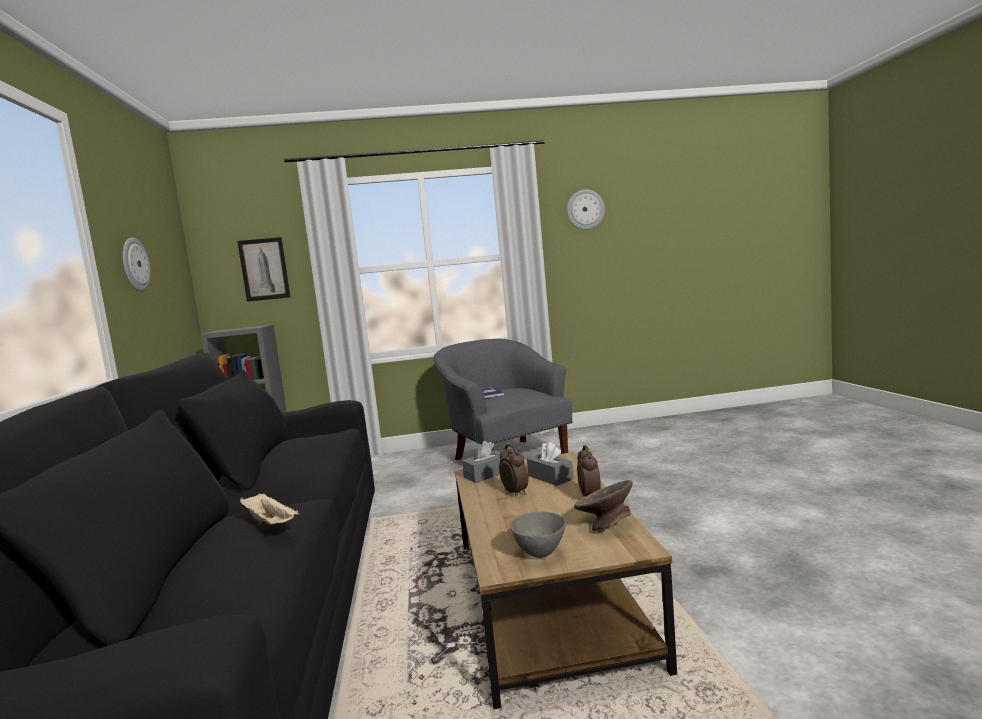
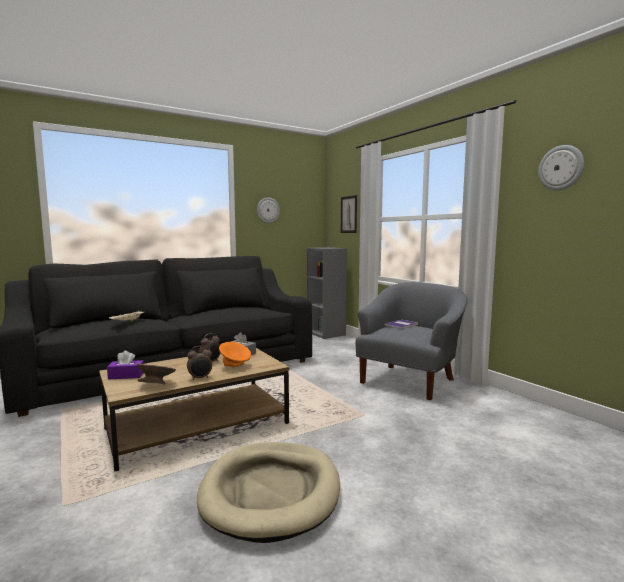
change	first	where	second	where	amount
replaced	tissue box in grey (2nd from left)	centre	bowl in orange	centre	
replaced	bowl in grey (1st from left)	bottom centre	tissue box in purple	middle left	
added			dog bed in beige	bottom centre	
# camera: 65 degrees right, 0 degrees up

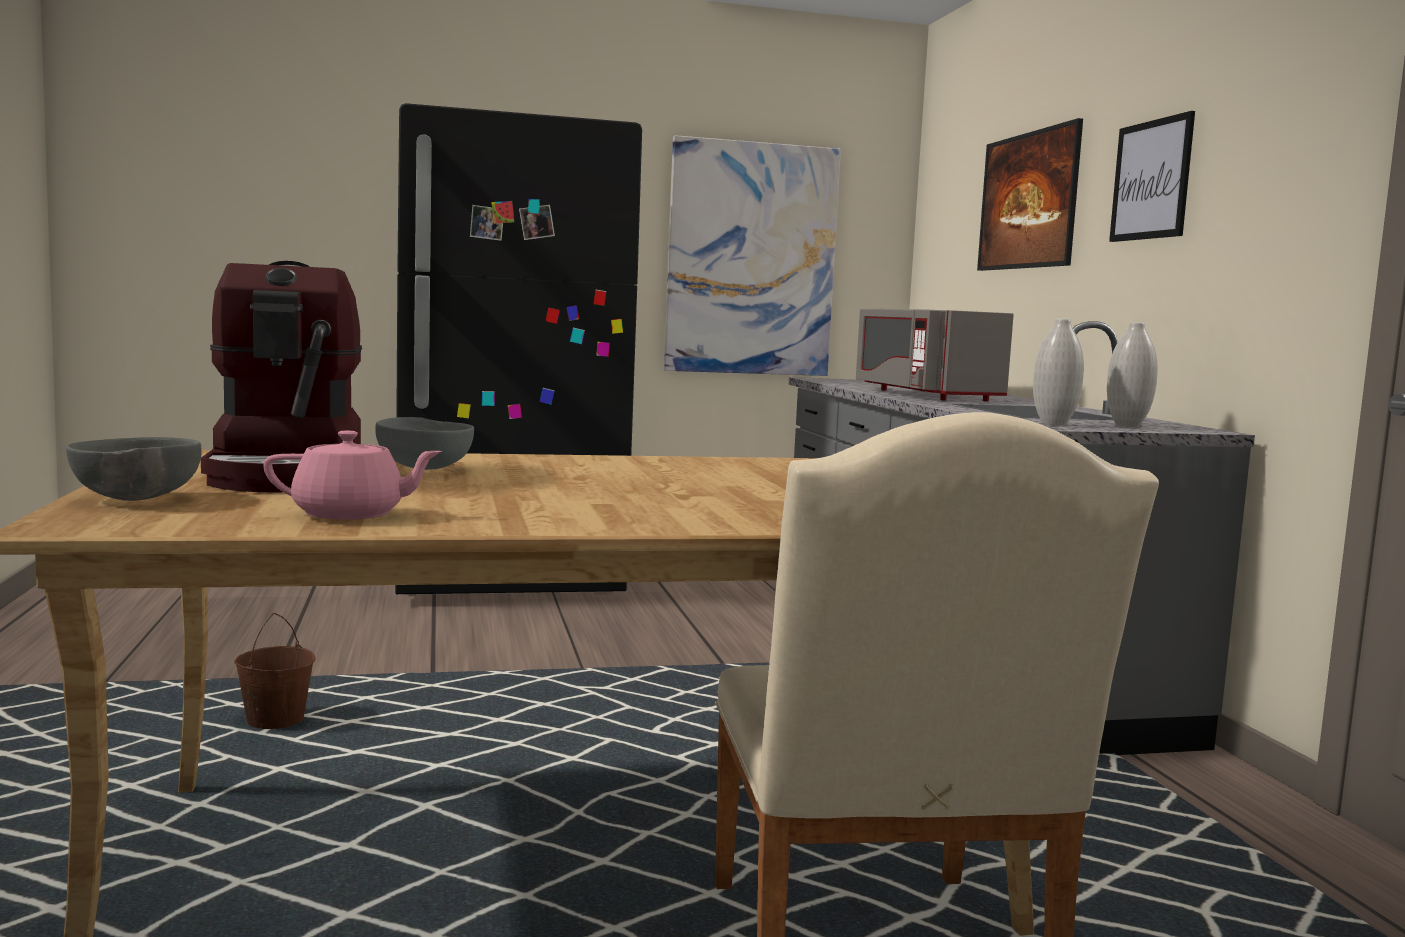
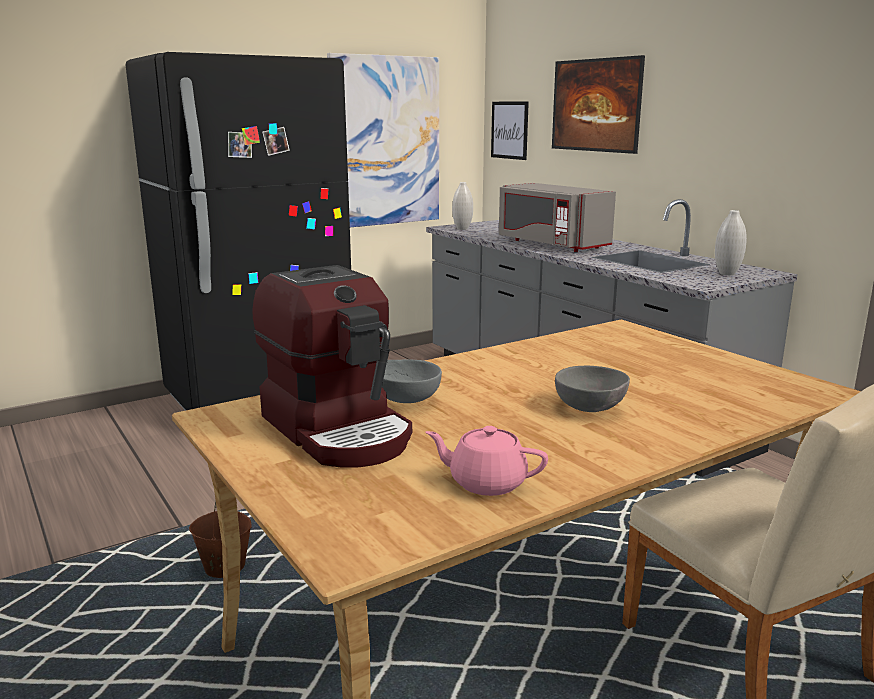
change	first	where	second	where	amount
moved	picture (3rd from left in the first image)	top right	picture (2nd from left)	top centre	
moved	vase in white (1st from left)	middle right		top centre	
turned	teapot in pink	middle left		centre	135 degrees counterclockwise
moved	bowl in grey (1st from left in the first image)	middle left	bowl in grey (2nd from left)	middle right	
# camera: 20 degrees left, 10 degrees up

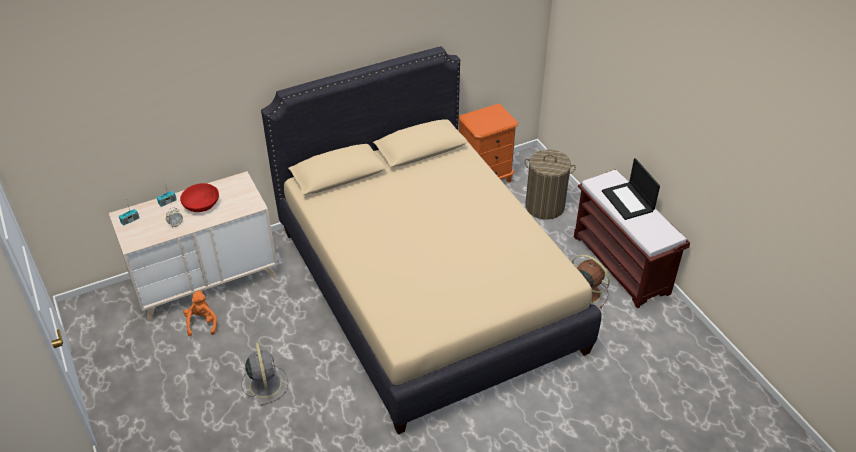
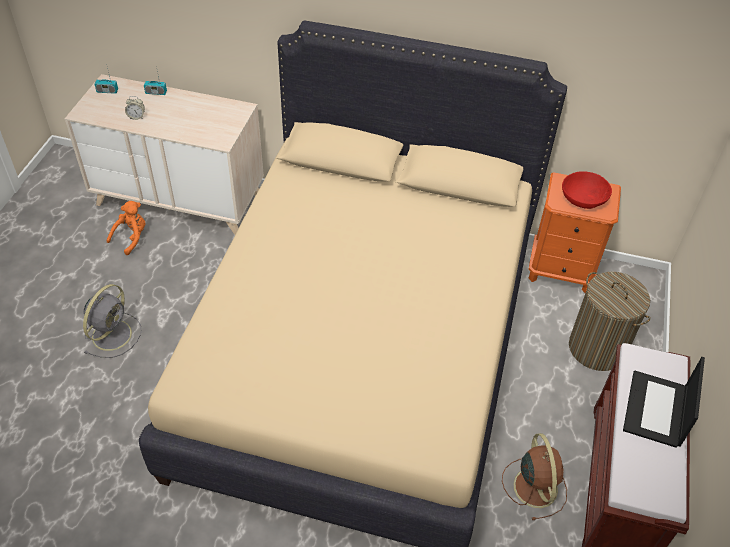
change	first	where	second	where	amount
moved	bowl in red	middle left		middle right	
# camera: 40 degrees right, 5 degrees up

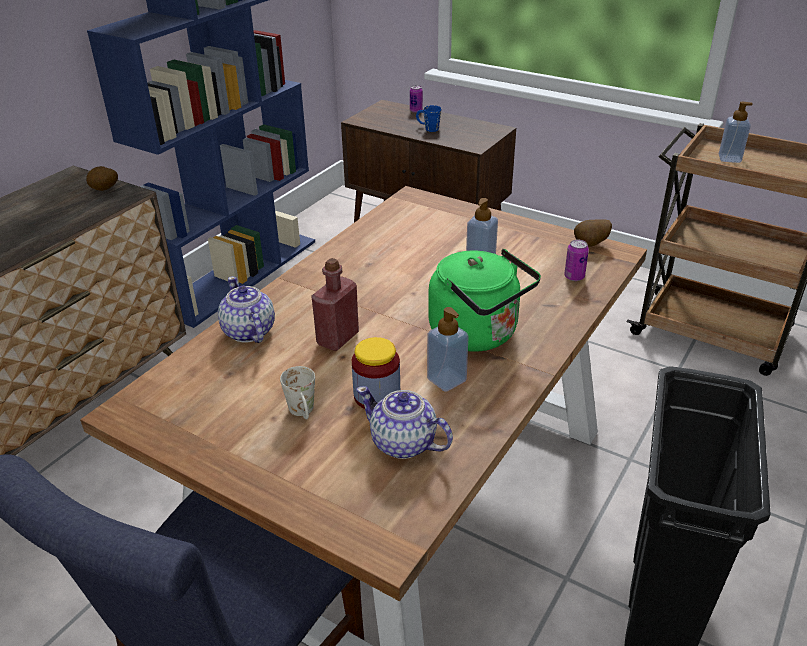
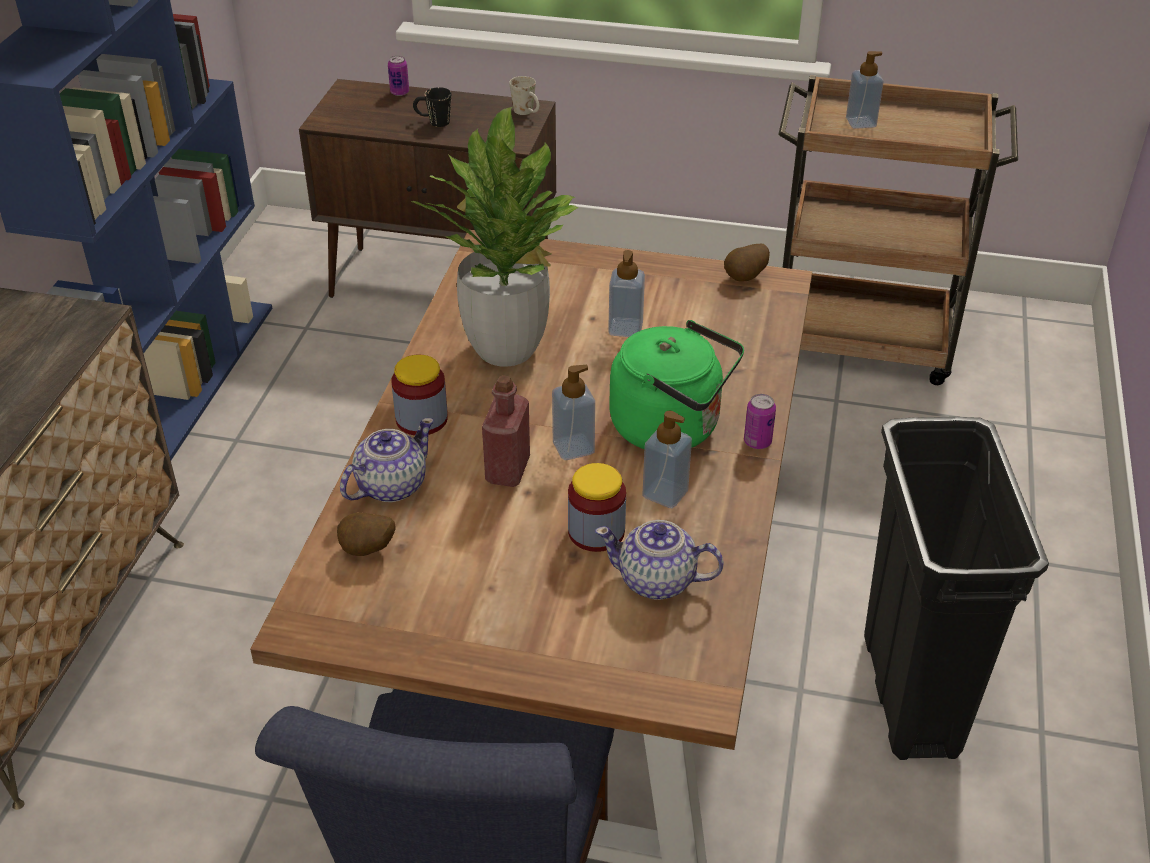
change	first	where	second	where	amount
recoloured	mug in blue	top centre	mug in black	top centre	
moved	potato (1st from left)	top left		middle left	
moved	can (2nd from left)	middle right		centre	
turned	teapot (1st from left)	middle left		centre	90 degrees clockwise
moved	mug in white	centre		top centre	
added			potted plant	top centre	
added			jar (1st from left)	centre	
added			soap dispenser (1st from left)	centre	
# camera: 20 degrees left, 5 degrees up

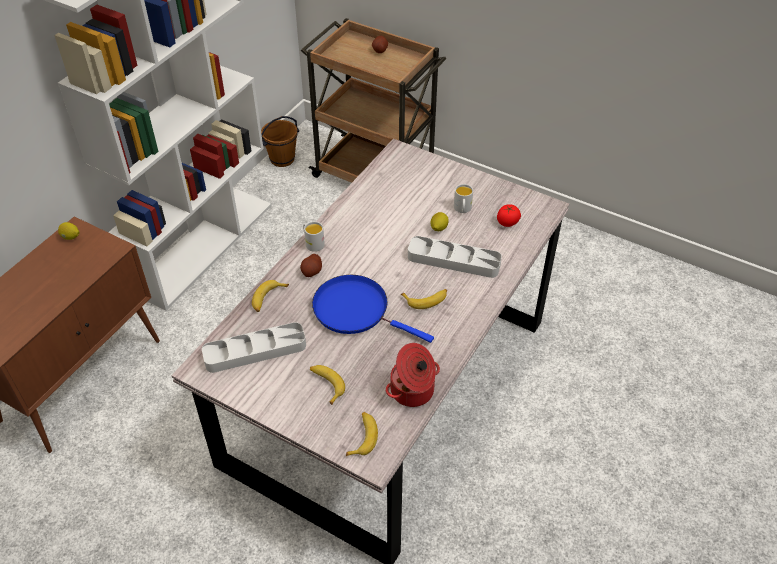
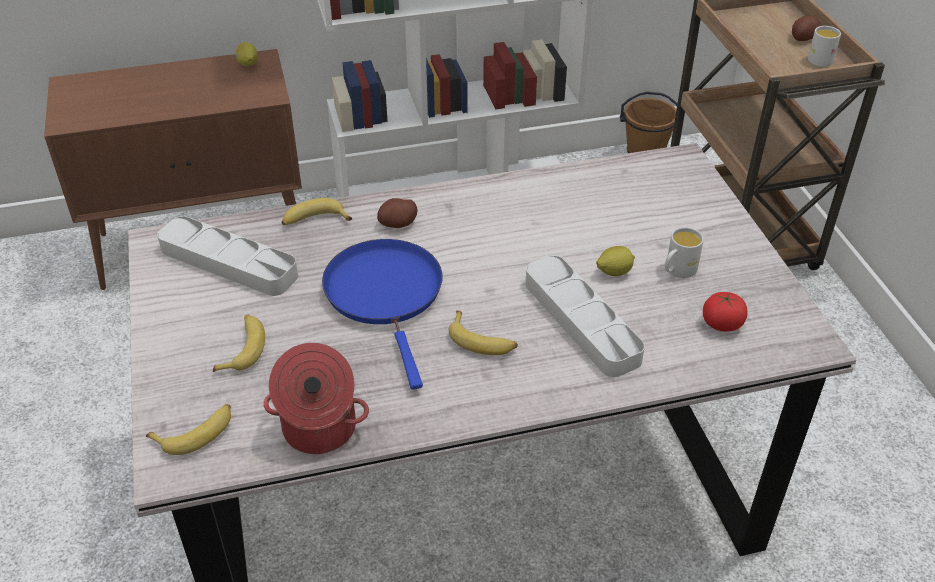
change	first	where	second	where	amount
moved	mug in white (1st from left in the first image)	centre	mug in white (2nd from left)	top right	
# camera: 45 degrees right, 5 degrees down

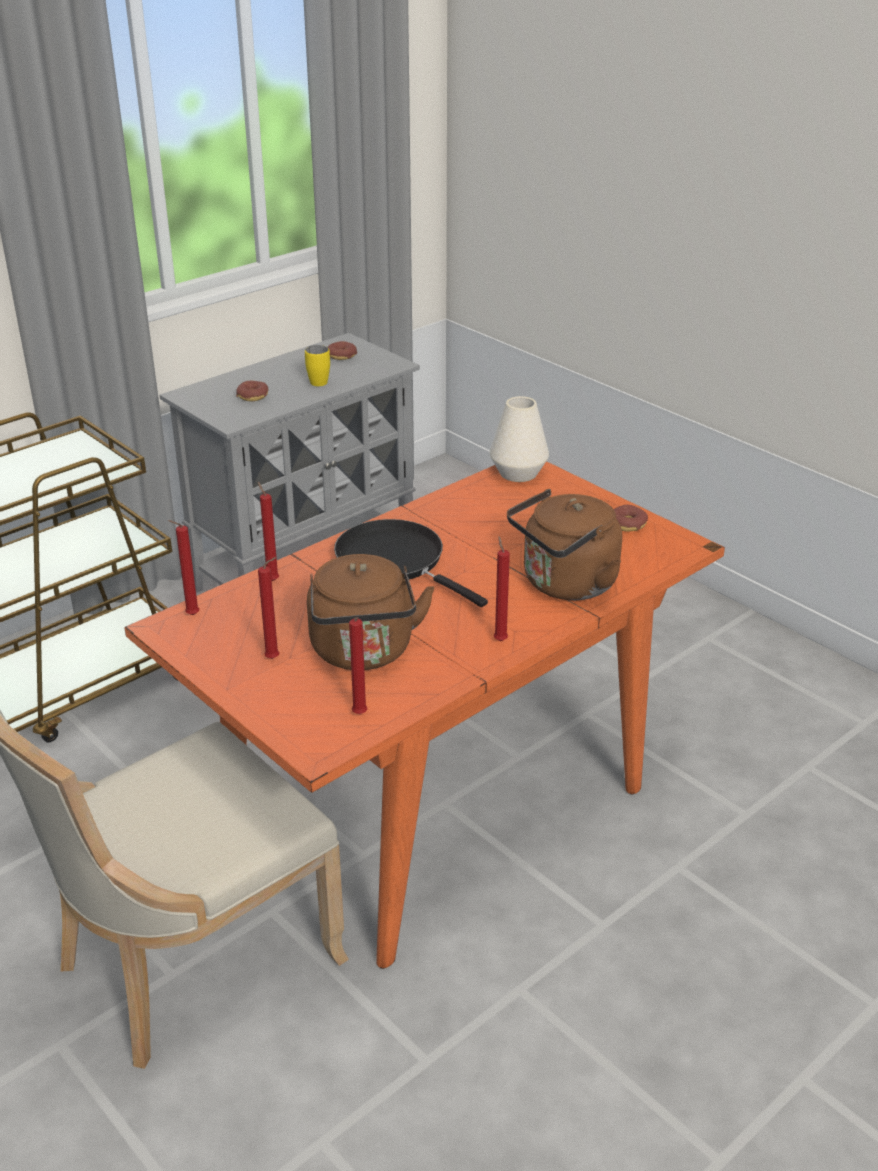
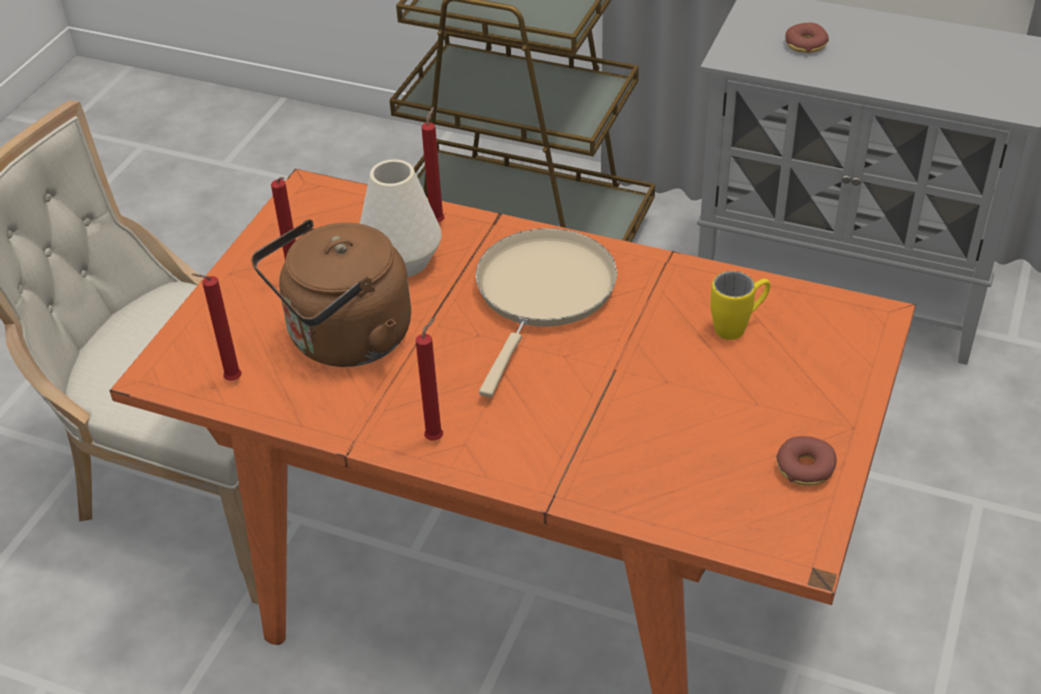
change	first	where	second	where	amount
removed	donut (2nd from left)	top centre			
moved	mug in yellow	top centre		middle right	
moved	vase in white	centre		top centre	
removed	kettle in brown (2nd from left)	centre			
recoloured	frying pan in black	centre	frying pan in beige	centre	
removed	candle in red (1st from left)	middle left			
# camera: 65 degrees right, 10 degrees up

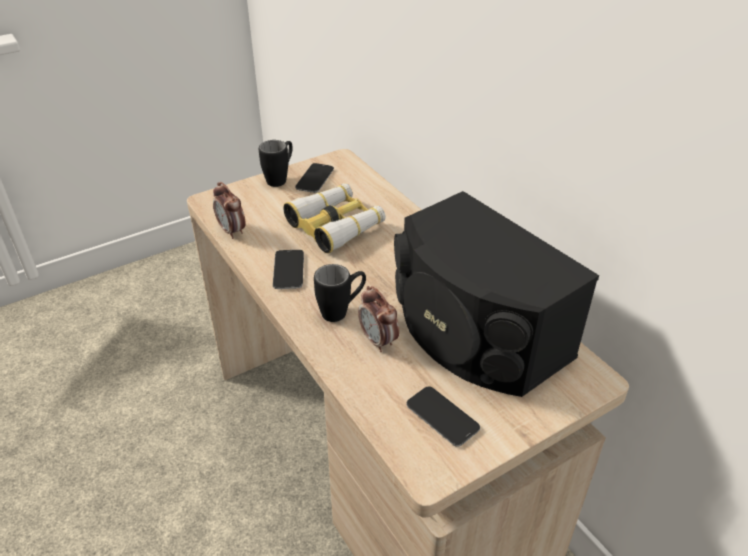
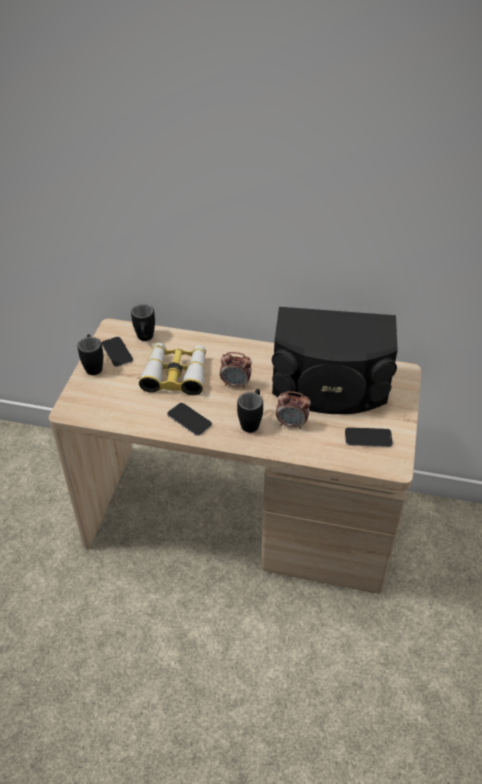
change	first	where	second	where	amount
moved	alarm clock (1st from left)	middle left		centre	
added			mug in black (2nd from left)	middle left	
# camera: 45 degrees left, 5 degrees up

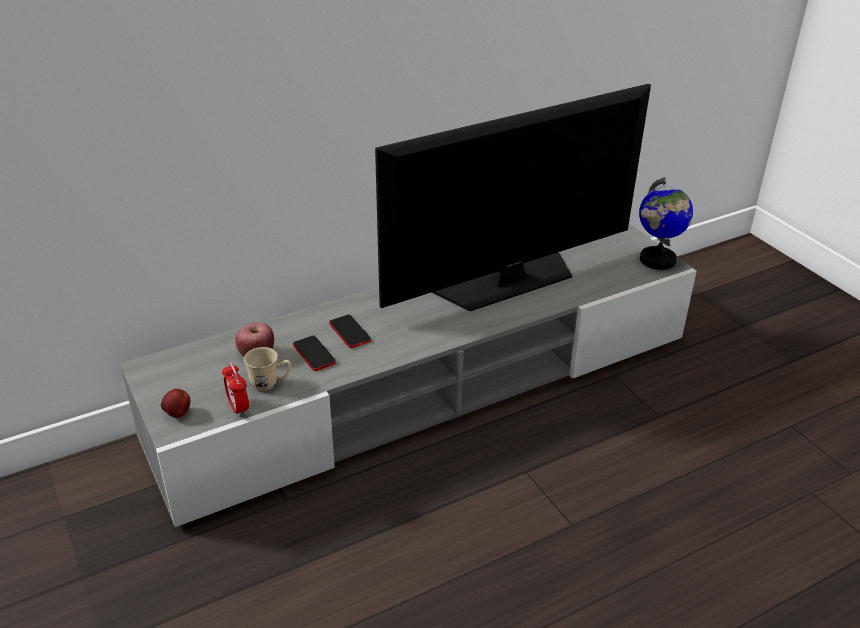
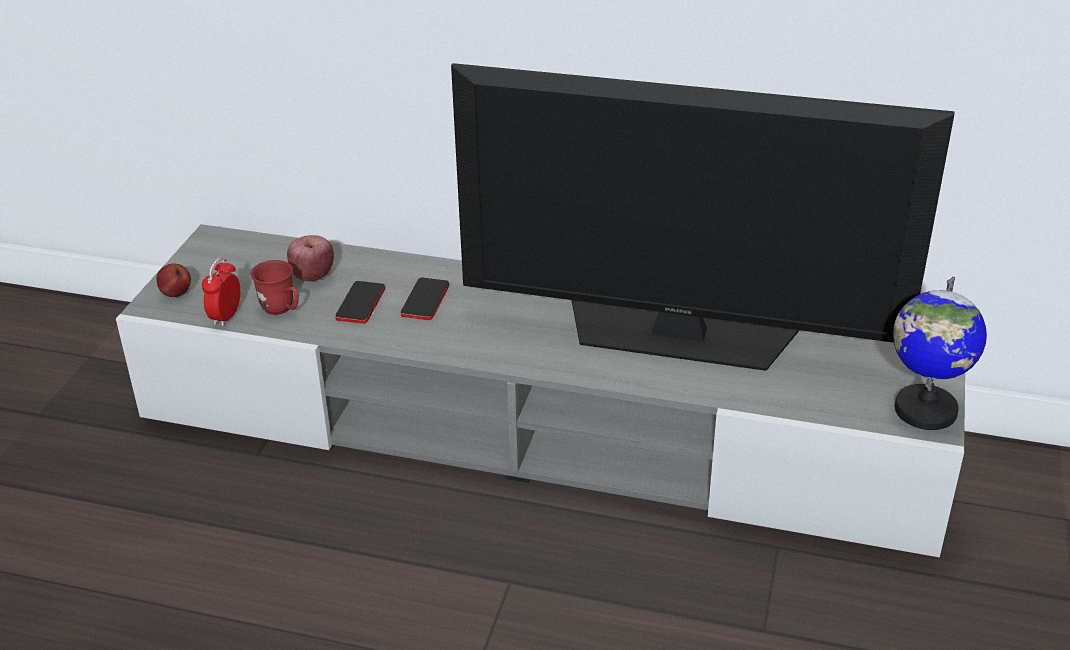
change	first	where	second	where	amount
recoloured	mug in beige	middle left	mug in red	middle left	
# camera: 45 degrees right, 0 degrees up

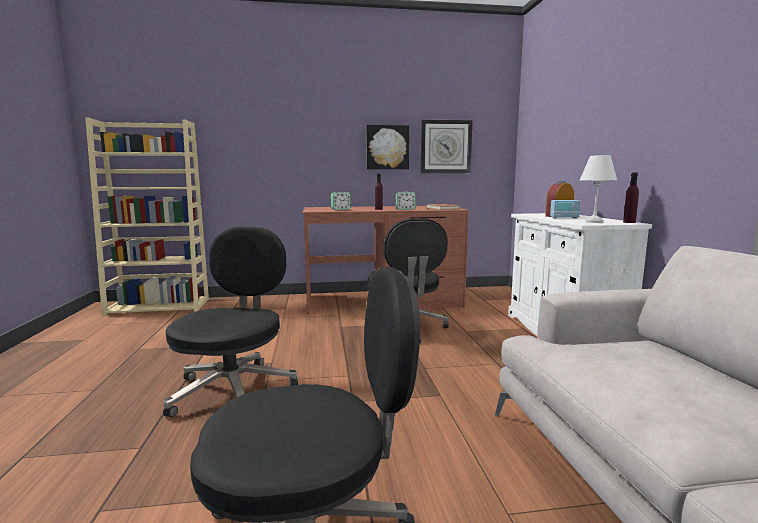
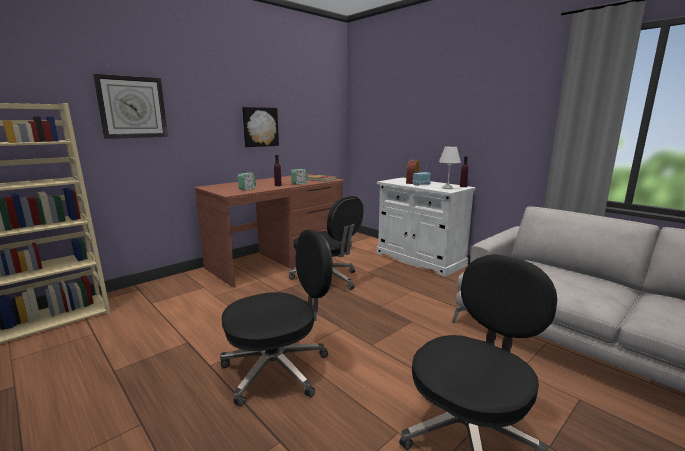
change	first	where	second	where	amount
moved	wall clock	top centre		top left	
turned	office chair in black (1st from left)	middle left		bottom centre	90 degrees clockwise
# camera: 35 degrees left, 5 degrees up

